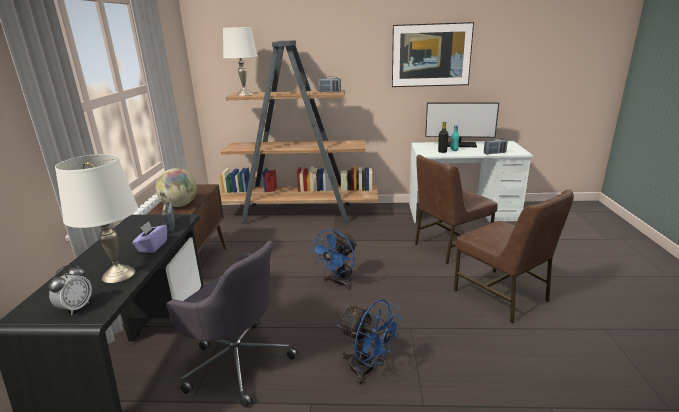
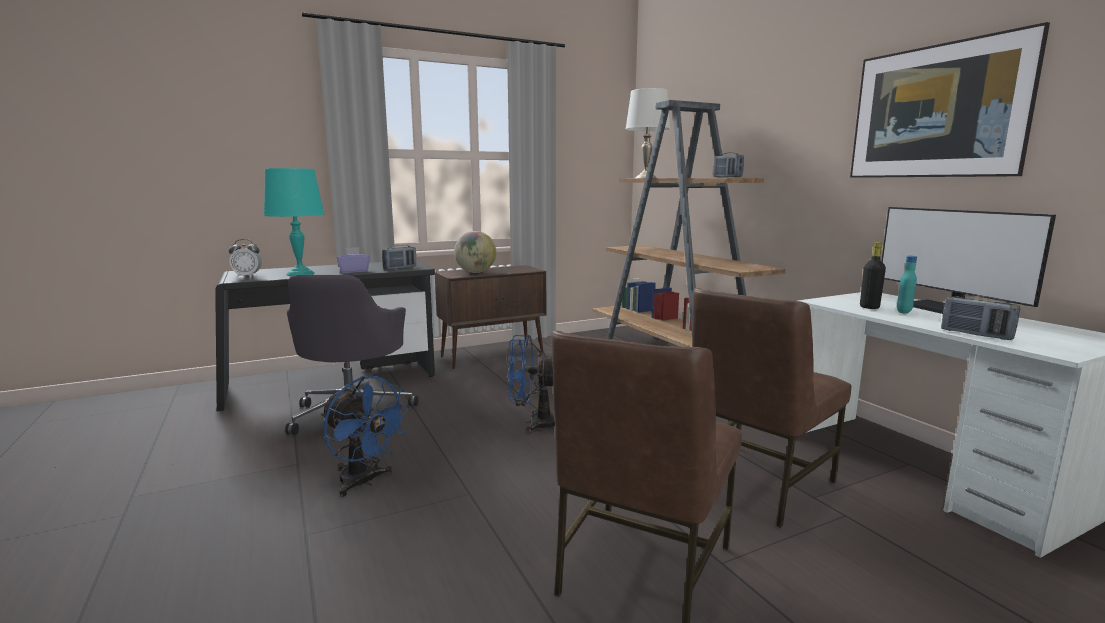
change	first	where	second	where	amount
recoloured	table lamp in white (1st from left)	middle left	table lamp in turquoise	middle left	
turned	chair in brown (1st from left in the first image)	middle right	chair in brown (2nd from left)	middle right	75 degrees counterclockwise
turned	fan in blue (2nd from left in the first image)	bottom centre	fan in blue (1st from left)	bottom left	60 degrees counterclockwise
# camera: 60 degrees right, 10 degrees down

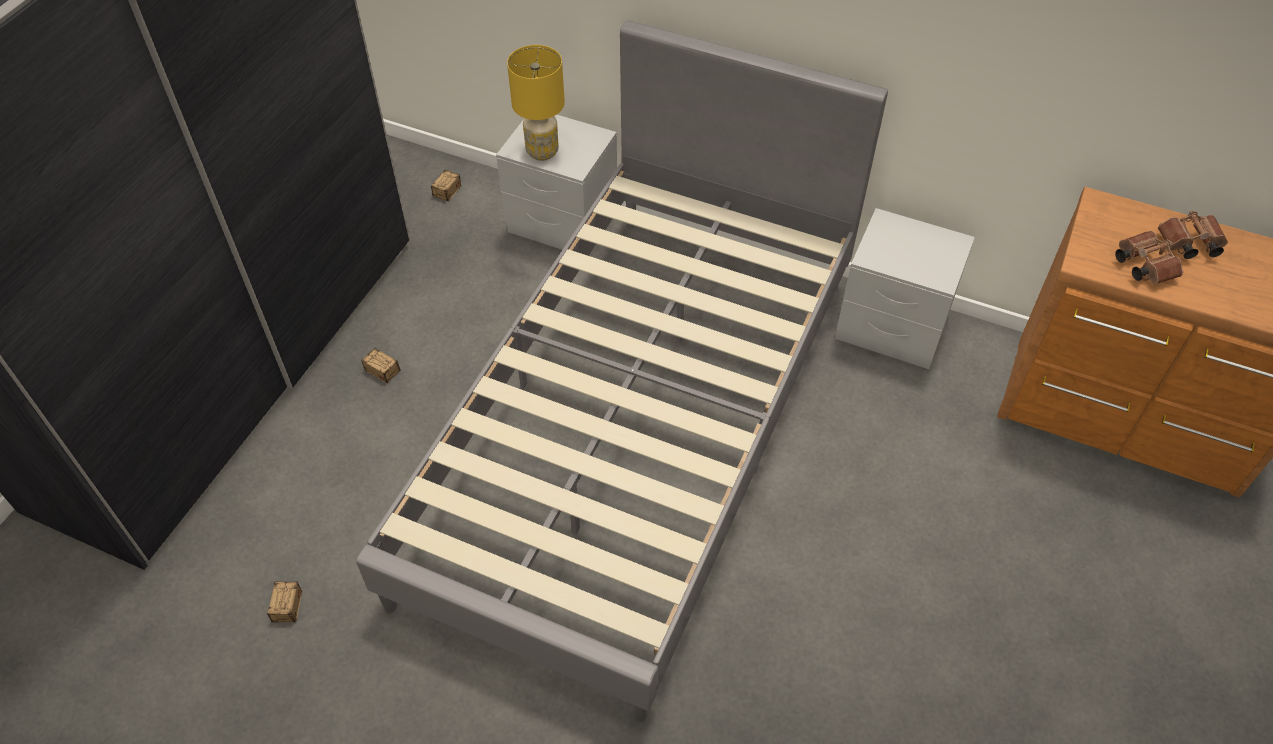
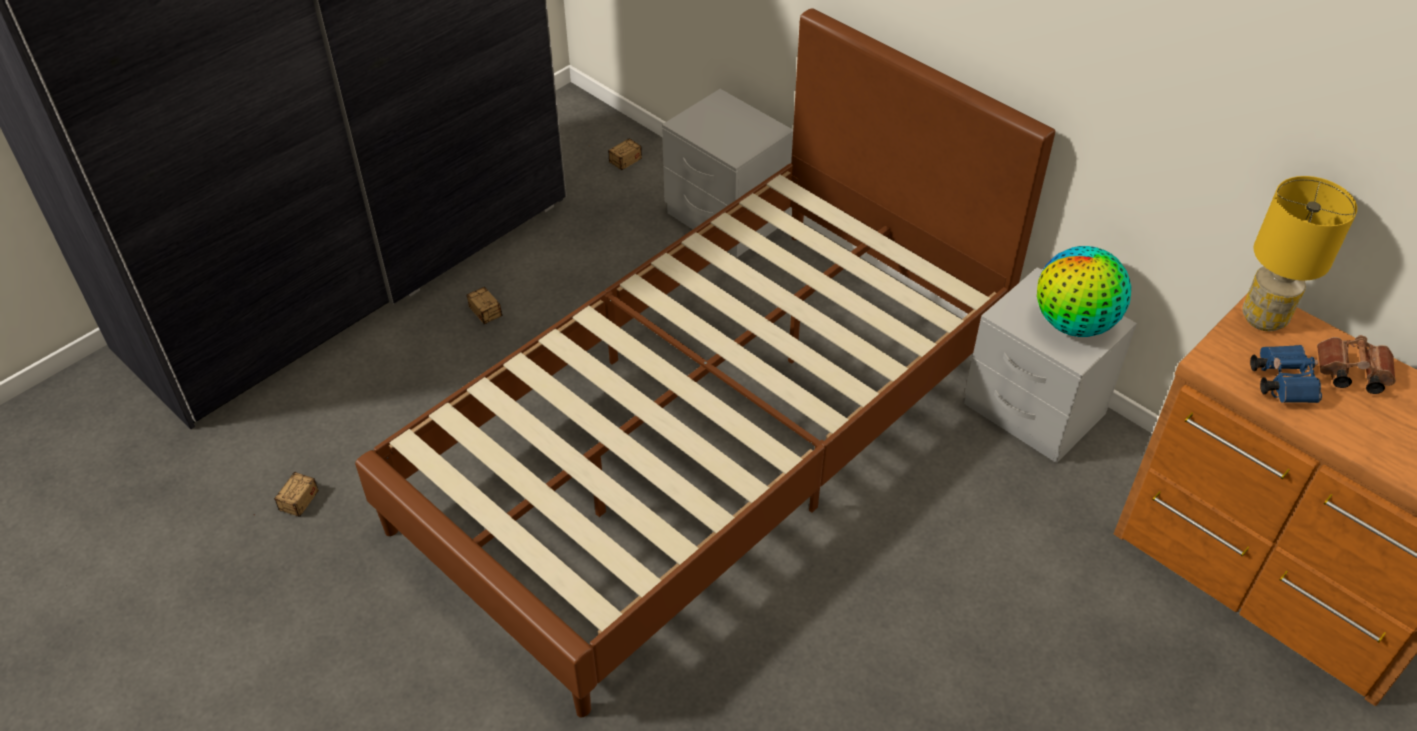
change	first	where	second	where	amount
recoloured	bed in grey	centre	bed in brown	centre	
moved	table lamp in yellow	top centre		middle right	
recoloured	binoculars in brown (1st from left)	middle right	binoculars in blue	middle right	
added			globe	middle right	
# camera: 20 degrees right, 5 degrees down

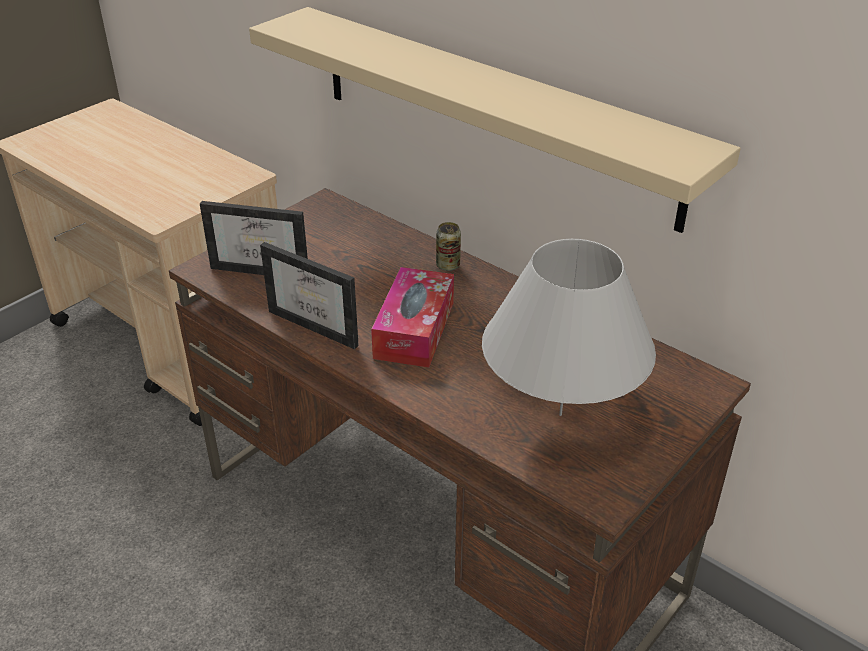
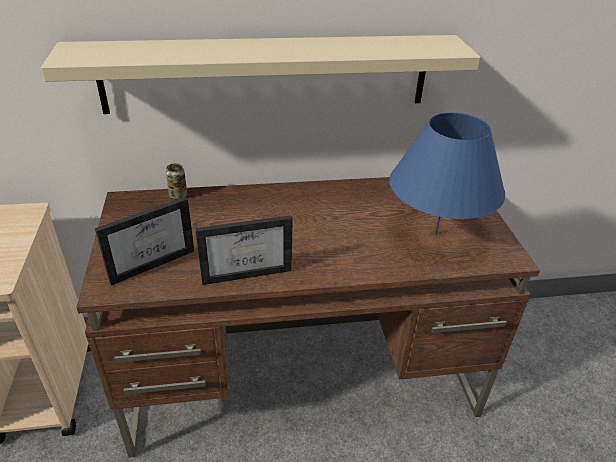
change	first	where	second	where	amount
moved	can	centre		middle left	
recoloured	table lamp in white	centre	table lamp in blue	middle right	
removed	tissue box	centre			
# camera: 50 degrees left, 0 degrees up

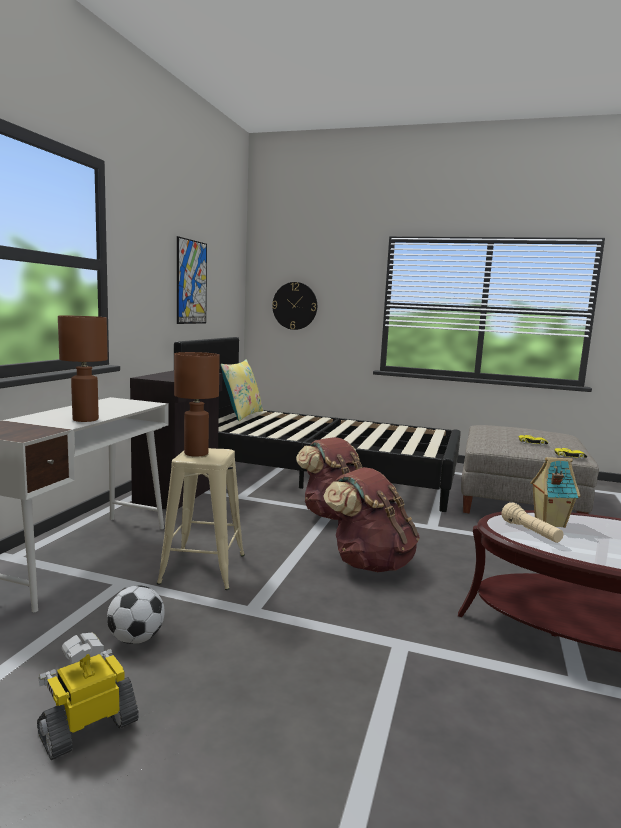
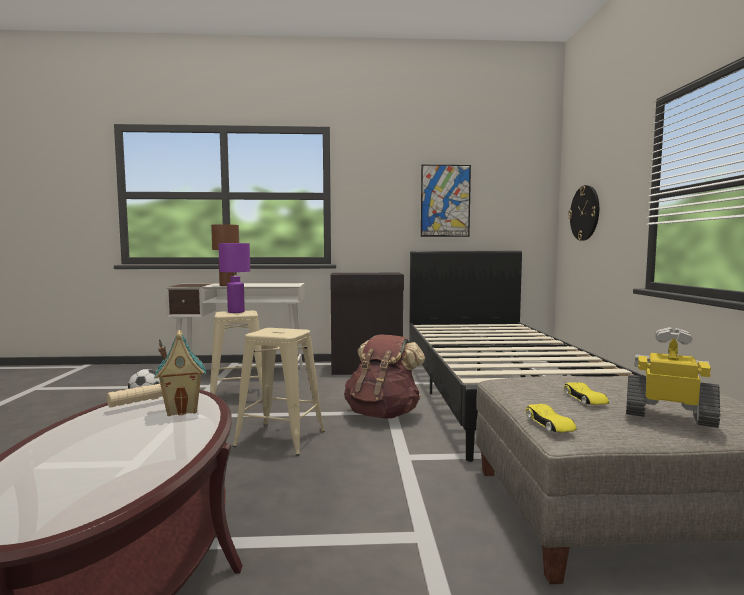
change	first	where	second	where	amount
recoloured	table lamp in brown (2nd from left)	middle left	table lamp in purple	middle left	
removed	pillow in yellow	centre			
replaced	backpack in brown (2nd from left)	centre	stool in beige (2nd from left)	centre	
moved	toy robot	bottom left		middle right	
# camera: 70 degrees right, 5 degrees down

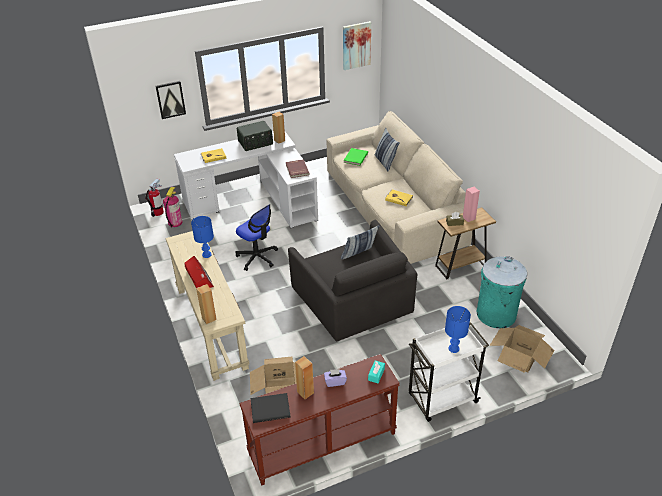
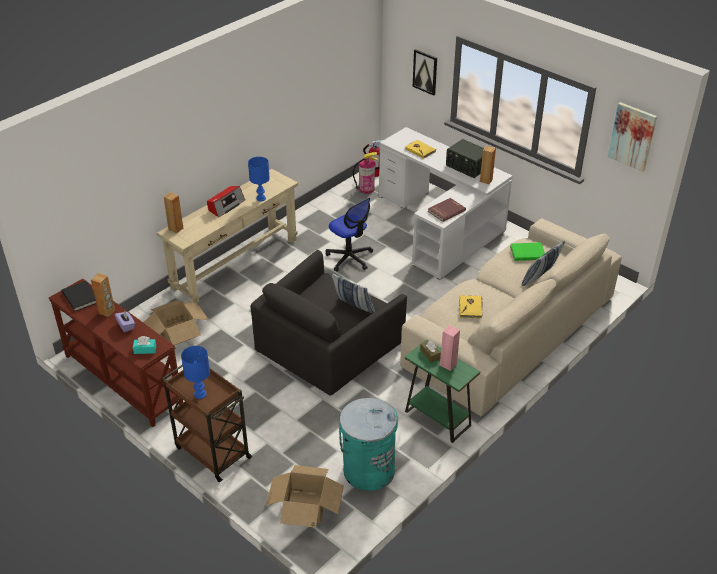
change	first	where	second	where	amount
turned	office chair	centre		centre	60 degrees counterclockwise
recoloured	side table in brown	middle right	side table in green	bottom centre	
recoloured	cart in white	bottom right	cart in brown	bottom left	
# camera: 65 degrees right, 0 degrees up

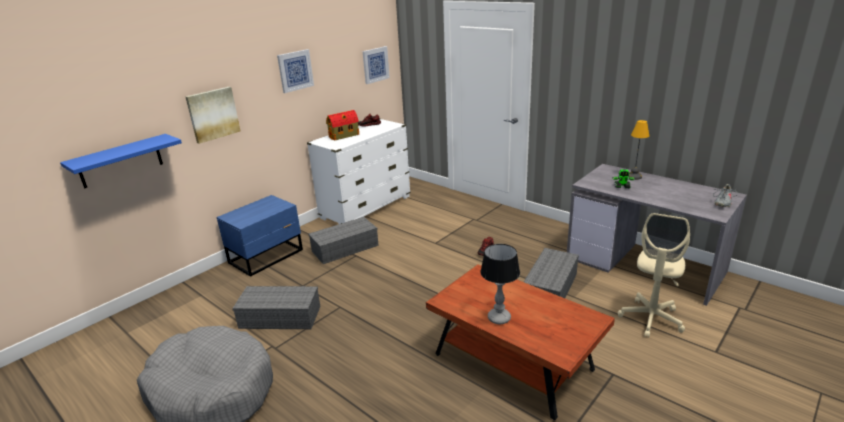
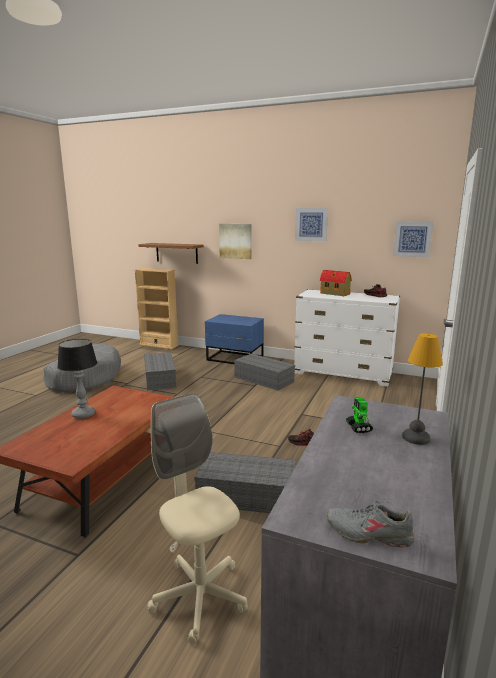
change	first	where	second	where	amount
recoloured	shelf in blue	middle left	shelf in brown	centre	
turned	office chair in beige	middle right		bottom centre	45 degrees clockwise
added			bookcase in beige	middle left	
# camera: 70 degrees right, 10 degrees down

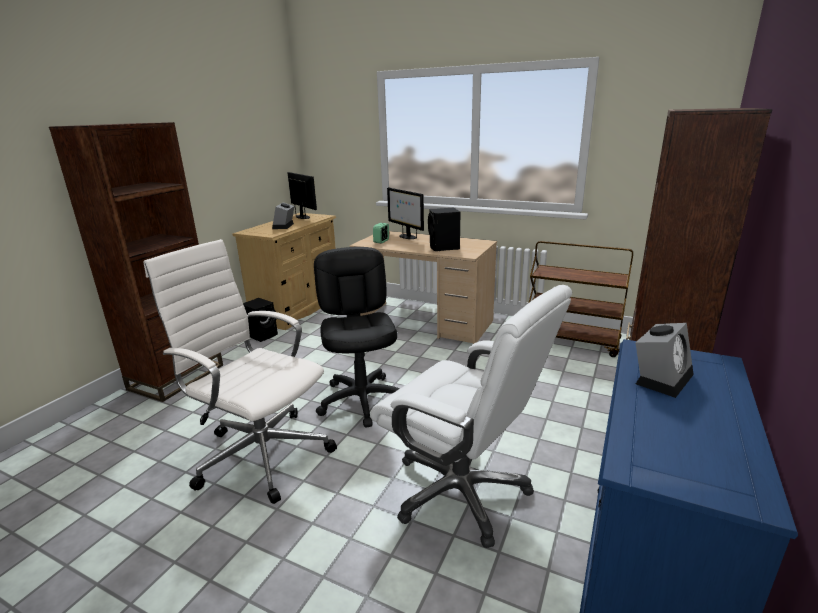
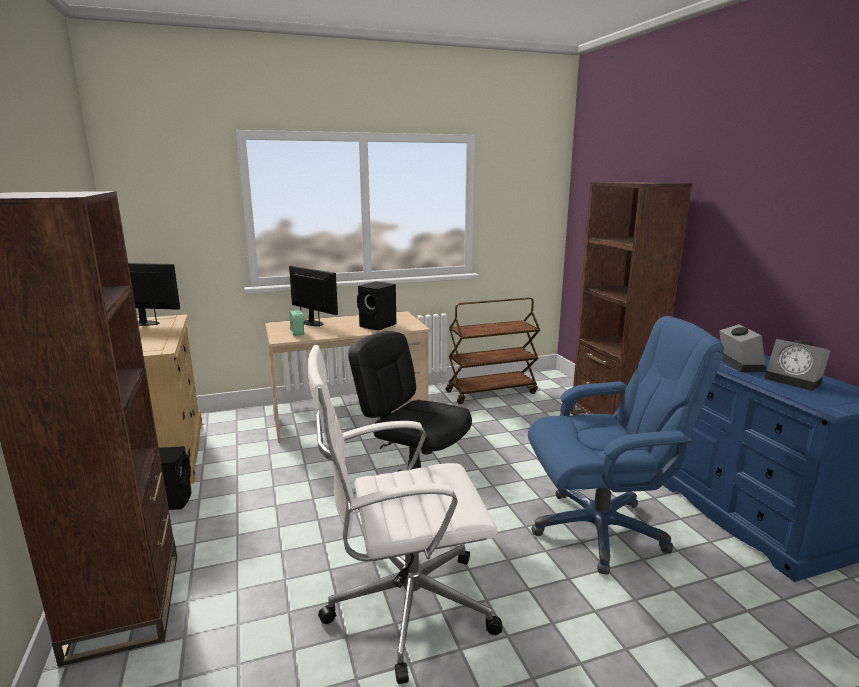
change	first	where	second	where	amount
turned	monitor (2nd from left)	centre		centre	150 degrees counterclockwise
moved	alarm clock (1st from left in the first image)	centre	alarm clock (3rd from left)	middle right	
recoloured	office chair in white (2nd from left)	bottom centre	office chair in blue	middle right	
# camera: 45 degrees left, 5 degrees down

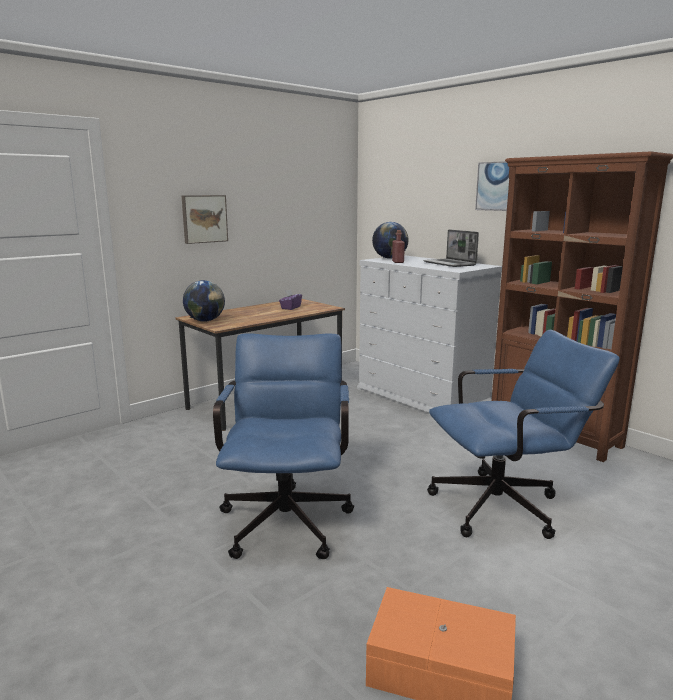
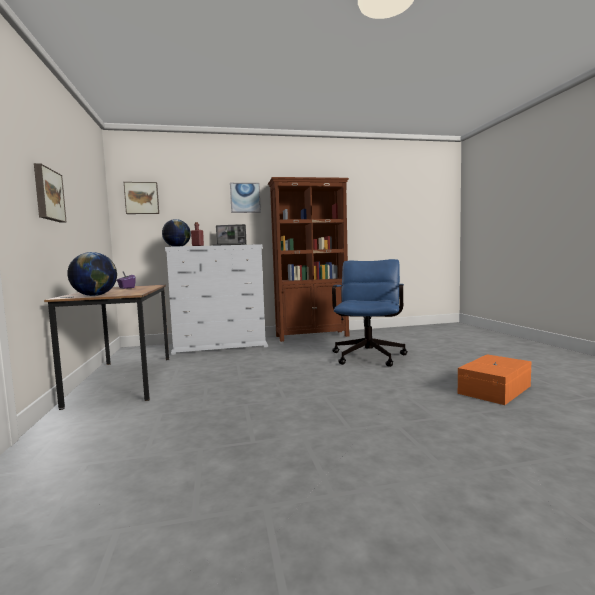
change	first	where	second	where	amount
removed	office chair in blue (1st from left)	centre			
added			picture (2nd from left)	top left	
# camera: 60 degrees left, 10 degrees down

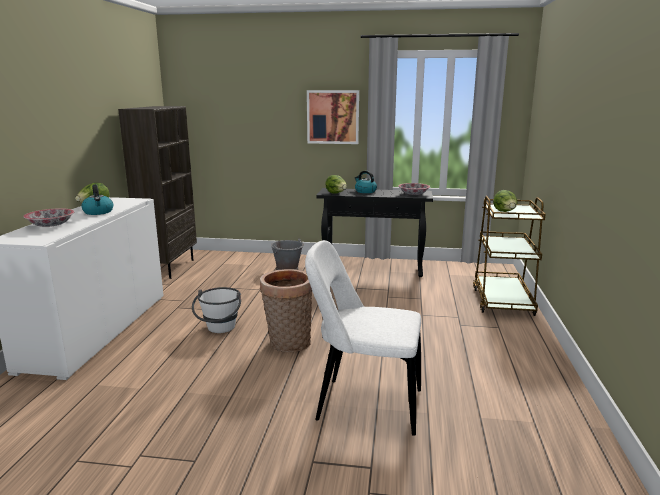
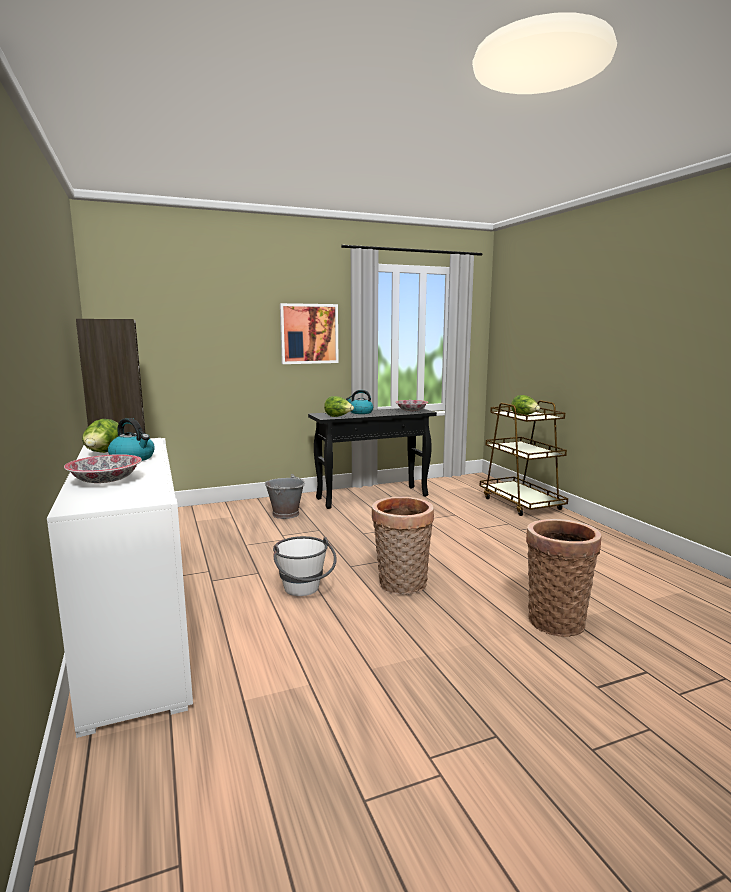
change	first	where	second	where	amount
replaced	chair in white	bottom centre	basket (2nd from left)	middle right	
# camera: 30 degrees left, 5 degrees down

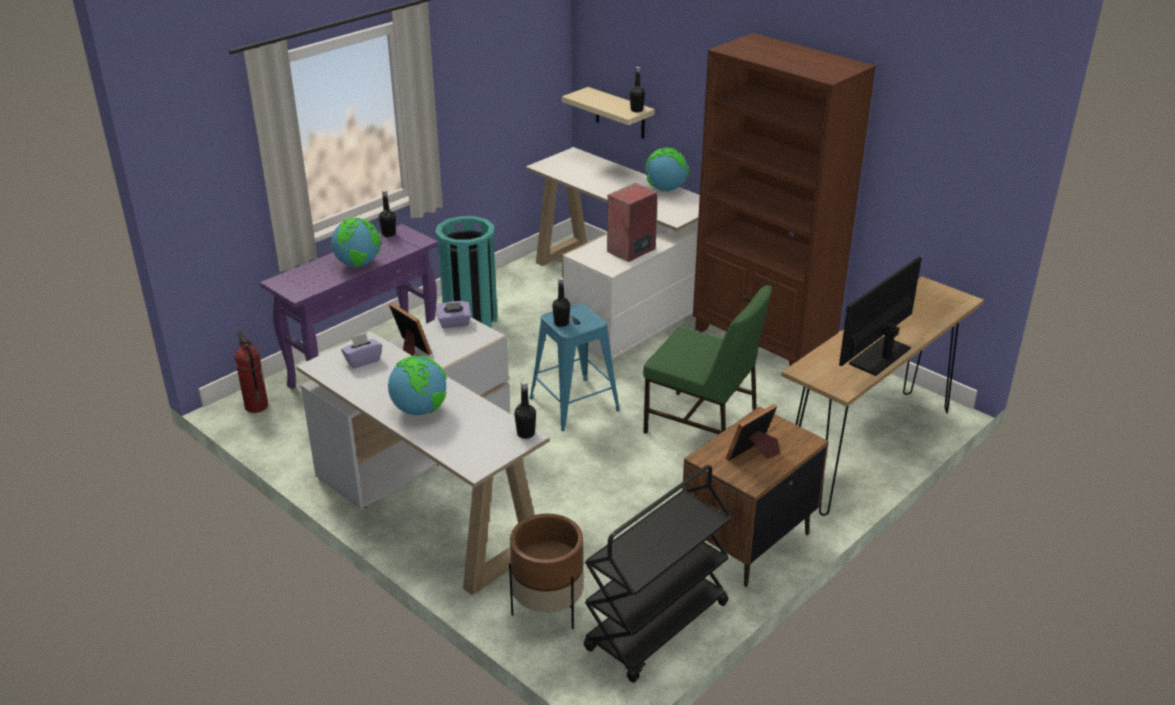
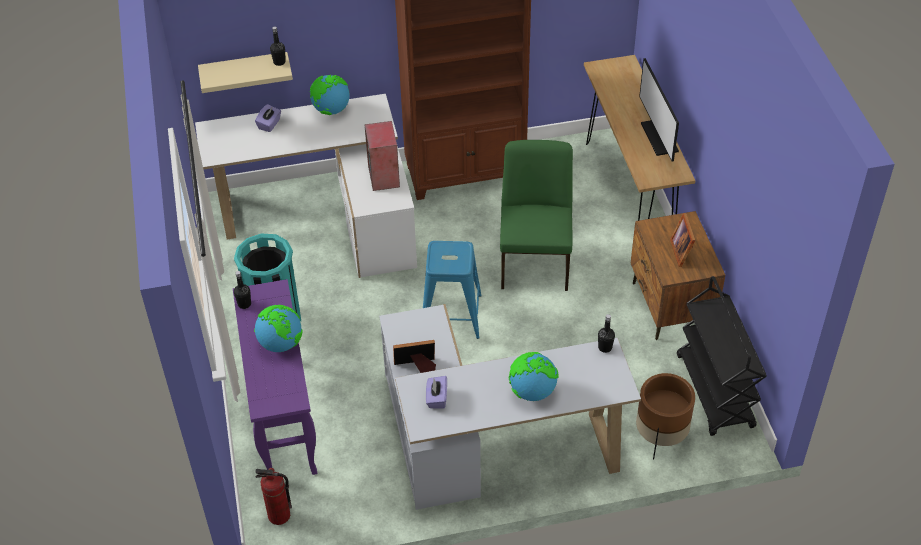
change	first	where	second	where	amount
removed	bottle in black (3rd from left)	centre			
turned	chair in green	centre		centre	60 degrees counterclockwise
moved	tissue box in purple (2nd from left in the first image)	centre	tissue box in purple (1st from left)	top left	
# camera: 55 degrees left, 15 degrees up

